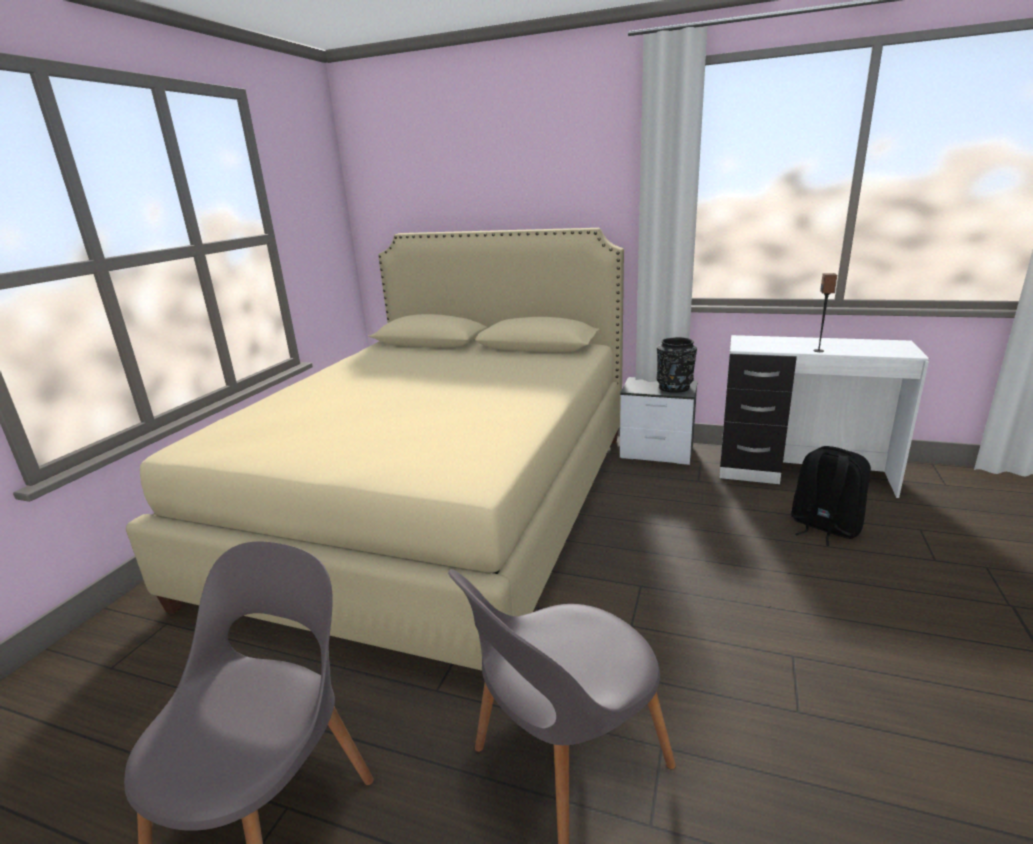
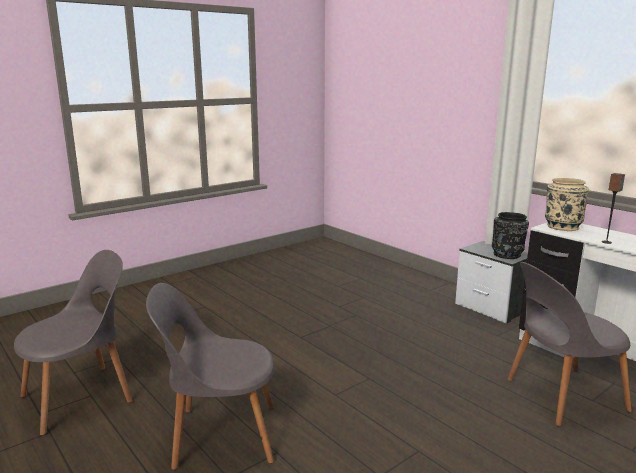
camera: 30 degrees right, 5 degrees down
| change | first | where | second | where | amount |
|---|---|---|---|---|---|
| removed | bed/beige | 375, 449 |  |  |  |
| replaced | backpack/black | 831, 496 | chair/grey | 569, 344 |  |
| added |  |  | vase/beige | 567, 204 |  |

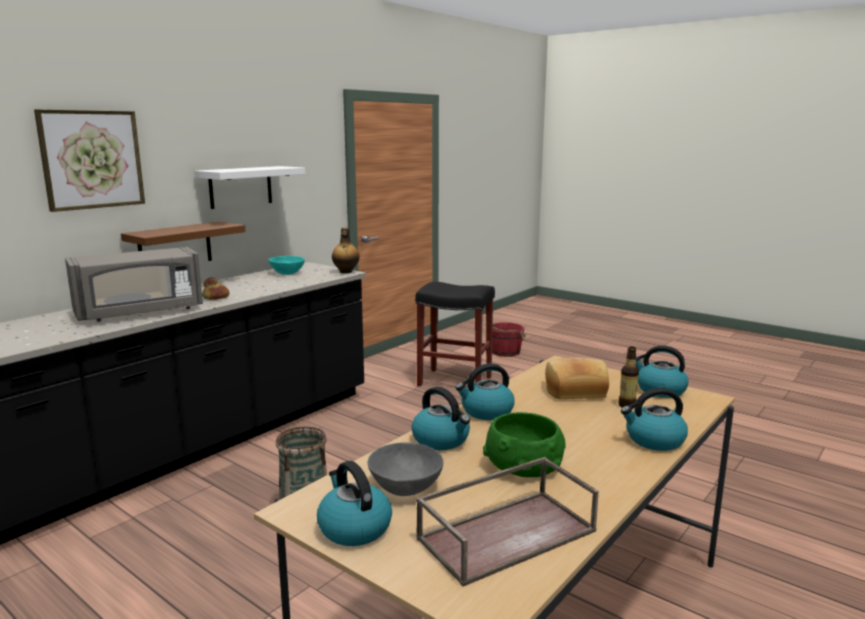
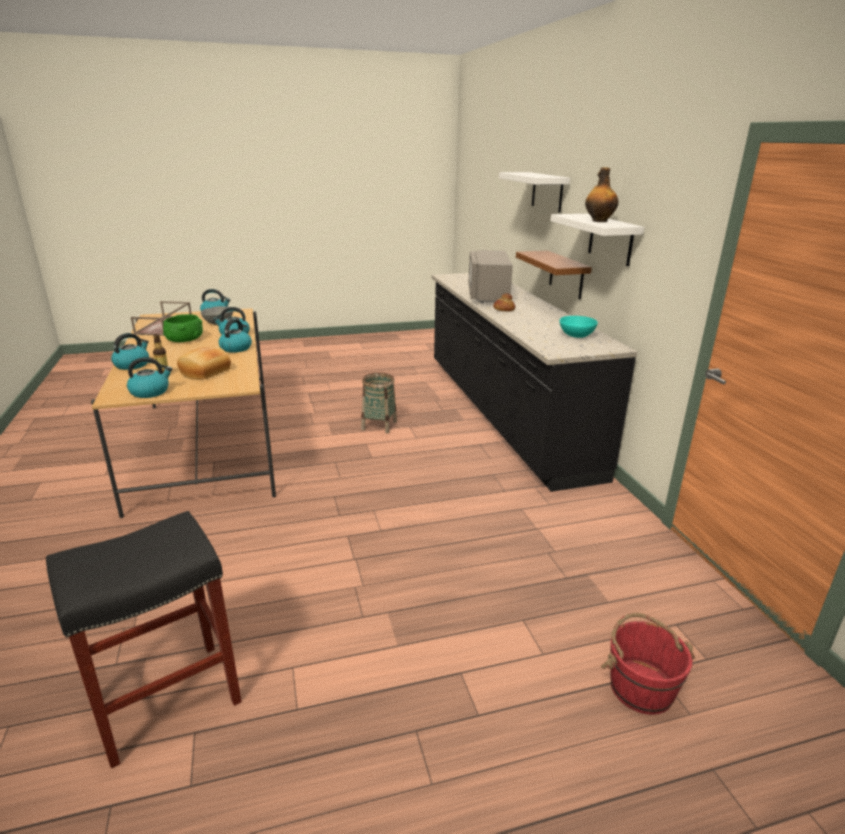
camera: 125 degrees right, 10 degrees up
| change | first | where | second | where | amount |
|---|---|---|---|---|---|
| replaced | picture | 89, 160 | shelf/white | 534, 192 |  |
| moved | bottle | 346, 250 |  | 601, 194 |  |
| moved | stool/black | 455, 334 |  | 144, 639 |  |

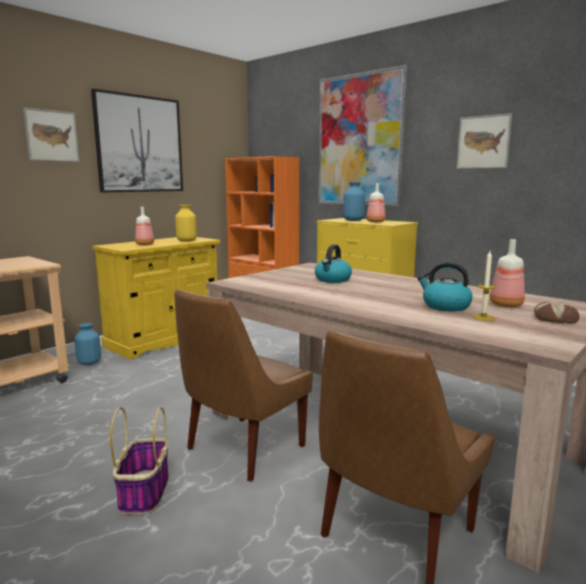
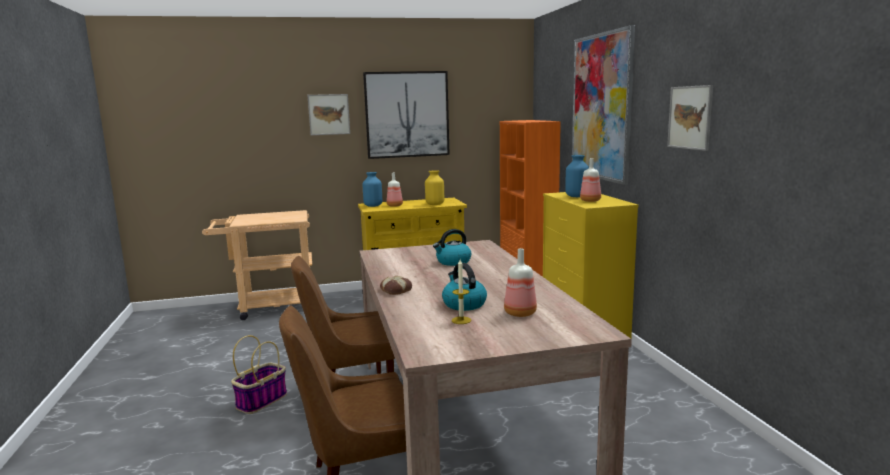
camera: 35 degrees right, 0 degrees up
| change | first | where | second | where | amount |
|---|---|---|---|---|---|
| moved | bread | 556, 312 |  | 396, 285 |  |
| moved | vase/blue | 88, 344 |  | 372, 189 |  |

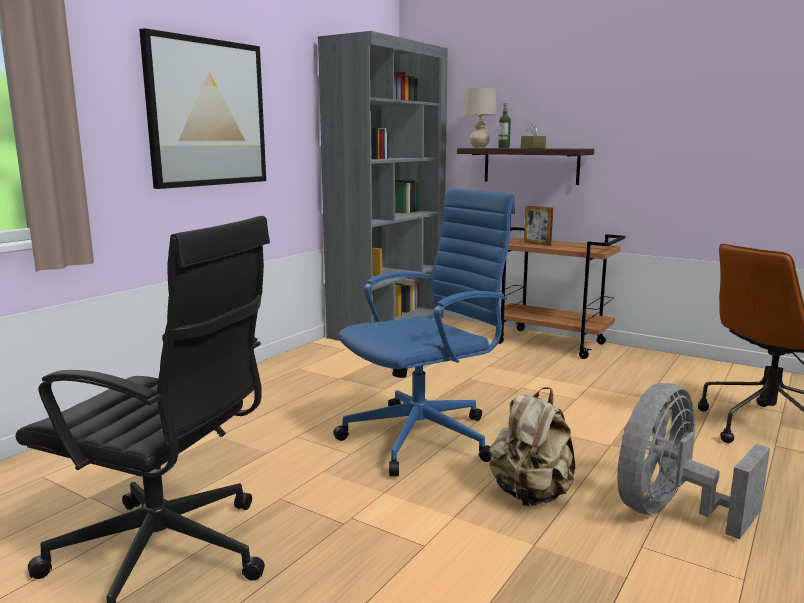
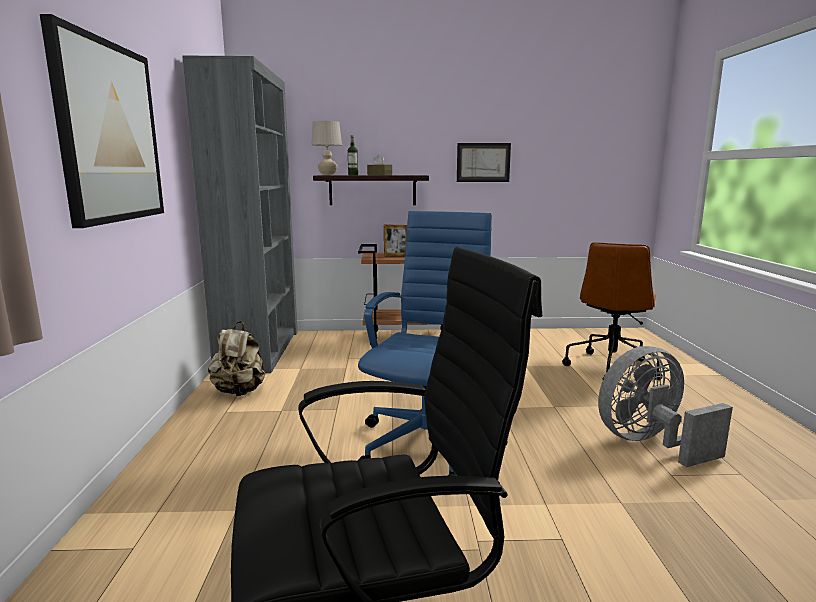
camera: 35 degrees left, 0 degrees up
| change | first | where | second | where | amount |
|---|---|---|---|---|---|
| turned | fan/grey | 693, 461 |  | 665, 406 | 60 degrees clockwise |
| moved | backpack/beige | 532, 446 |  | 236, 358 |  |
| added |  |  | picture | 484, 162 |  |

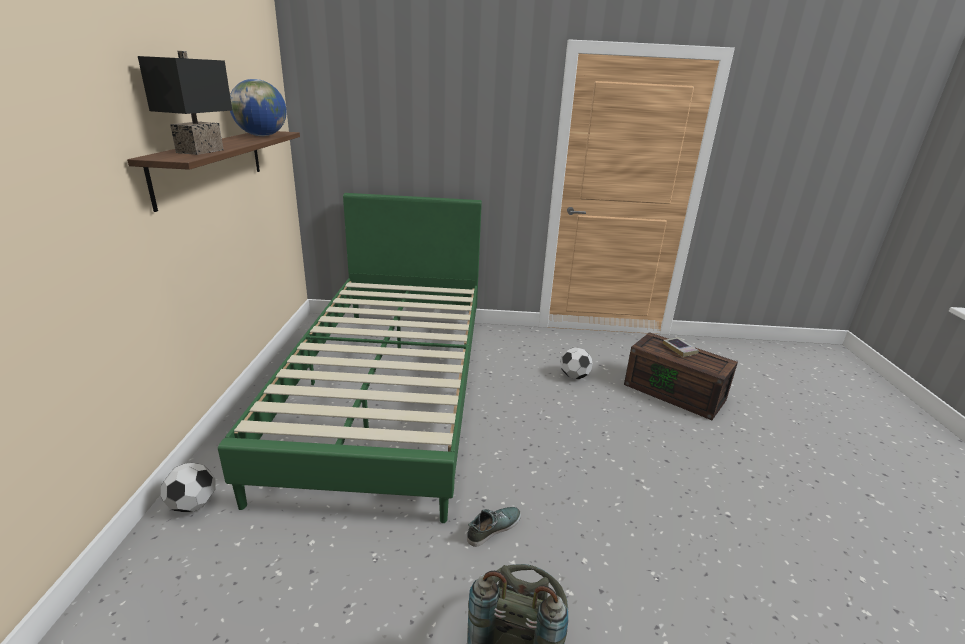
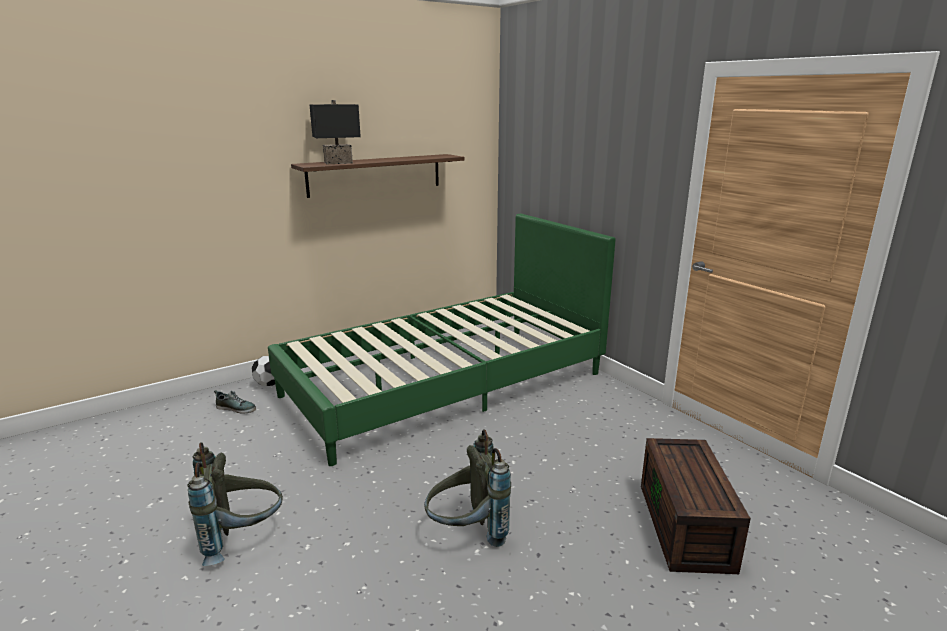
camera: 55 degrees right, 5 degrees down
| change | first | where | second | where | amount |
|---|---|---|---|---|---|
| removed | globe | 258, 107 |  |  |  |
| removed | book | 681, 347 |  |  |  |
| removed | football | 576, 363 |  |  |  |
| moved | shoe | 494, 527 |  | 235, 401 |  |
| added |  |  | backpack/grey | 467, 488 |  |

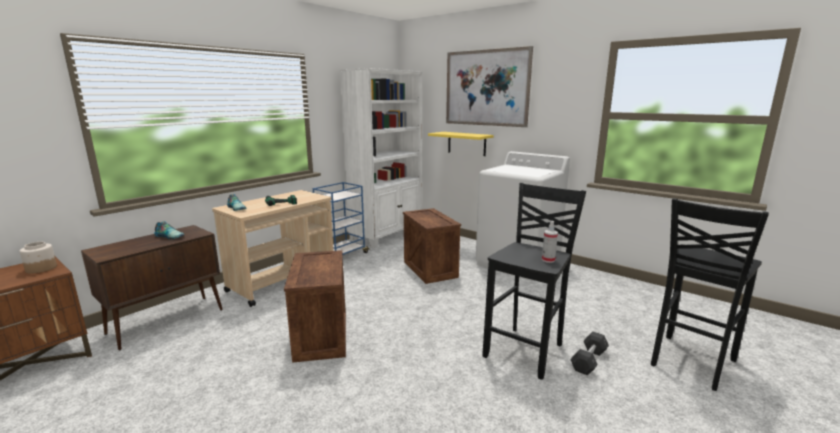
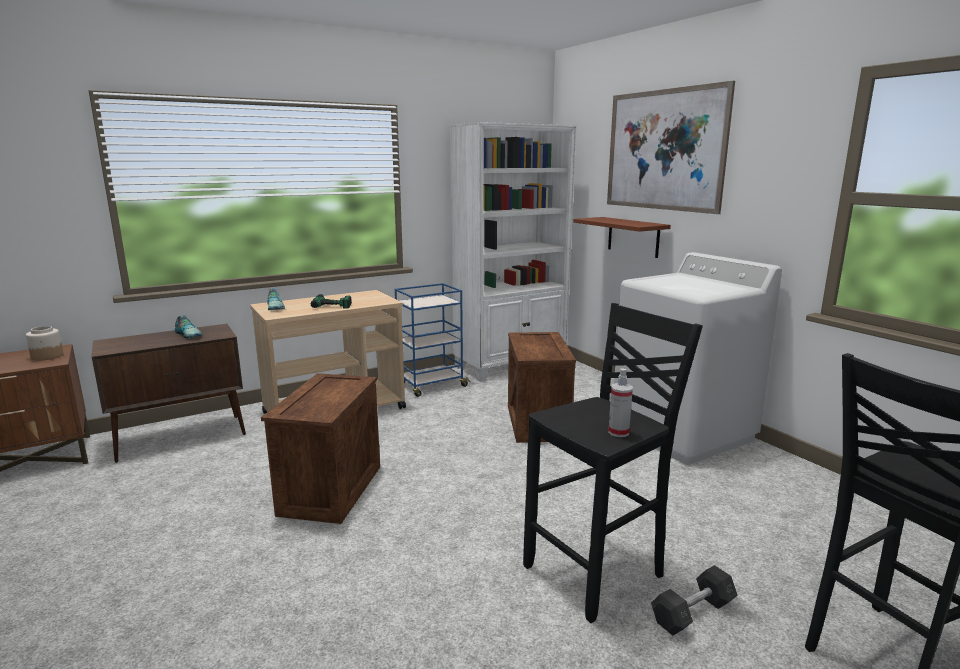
camera: 20 degrees right, 0 degrees up
| change | first | where | second | where | amount |
|---|---|---|---|---|---|
| recoloured | shelf/yellow | 461, 144 | shelf/brown | 622, 237 |  |

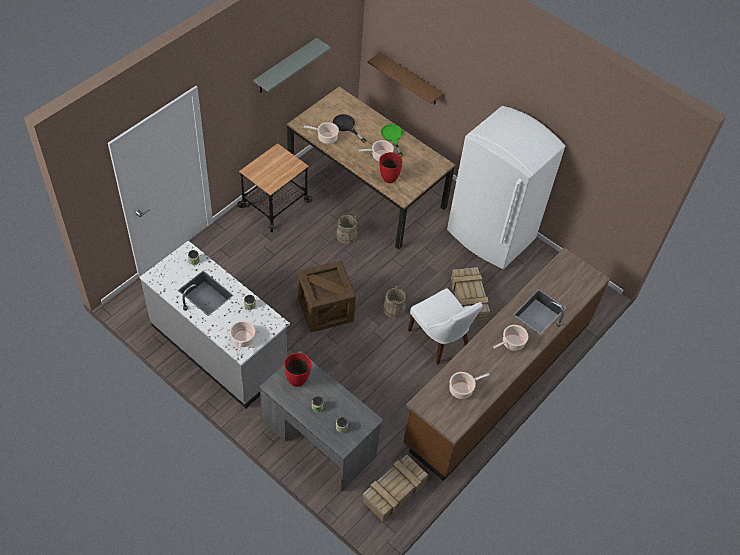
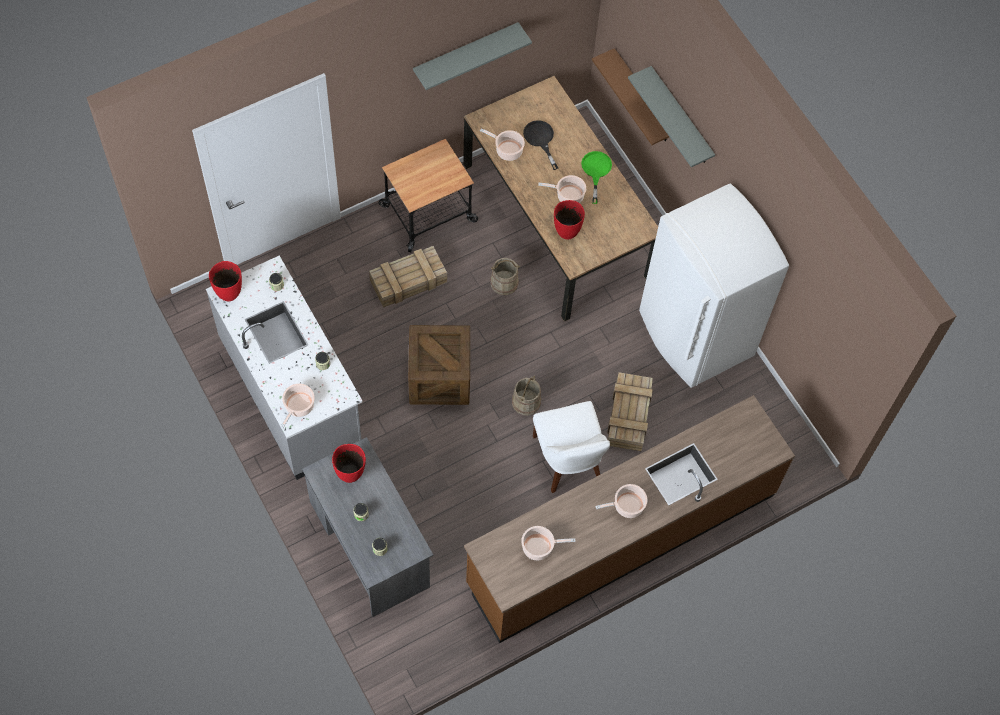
camera: 20 degrees right, 10 degrees up
| change | first | where | second | where | amount |
|---|---|---|---|---|---|
| moved | crate | 395, 488 |  | 408, 277 |  |
| added |  |  | shelf/grey | 671, 116 |  |
| added |  |  | vase/red | 225, 281 |  |

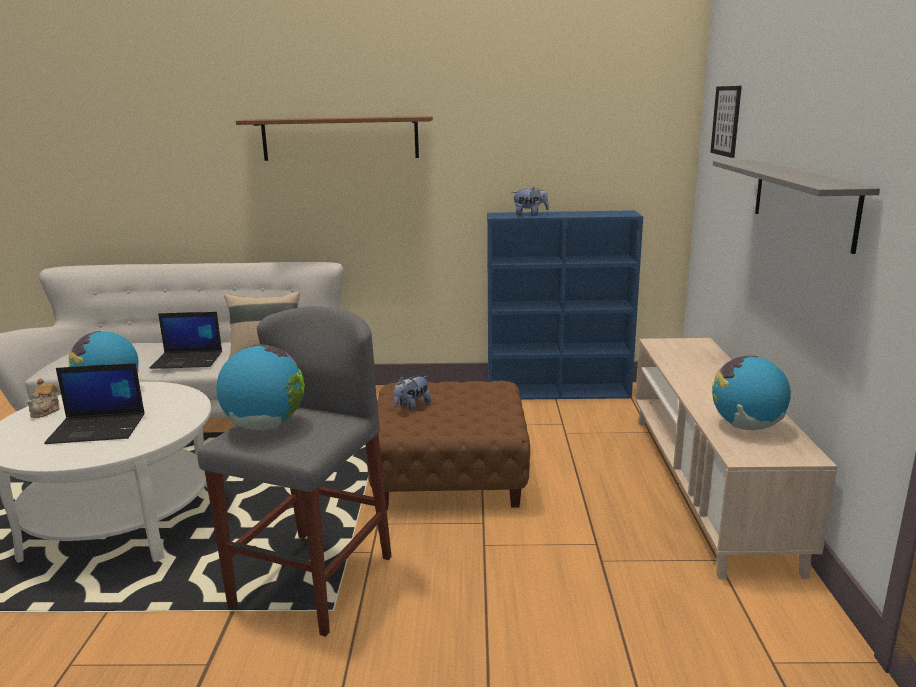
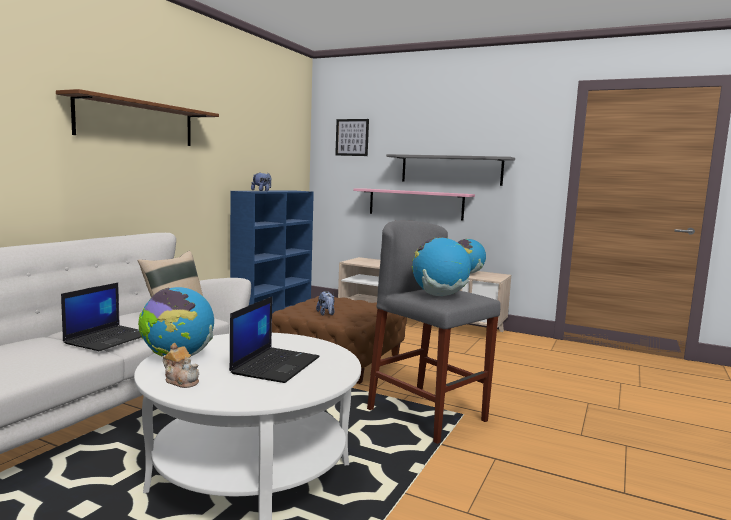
camera: 65 degrees left, 10 degrees down
| change | first | where | second | where | amount |
|---|---|---|---|---|---|
| added |  |  | shelf/pink | 414, 204 |  |

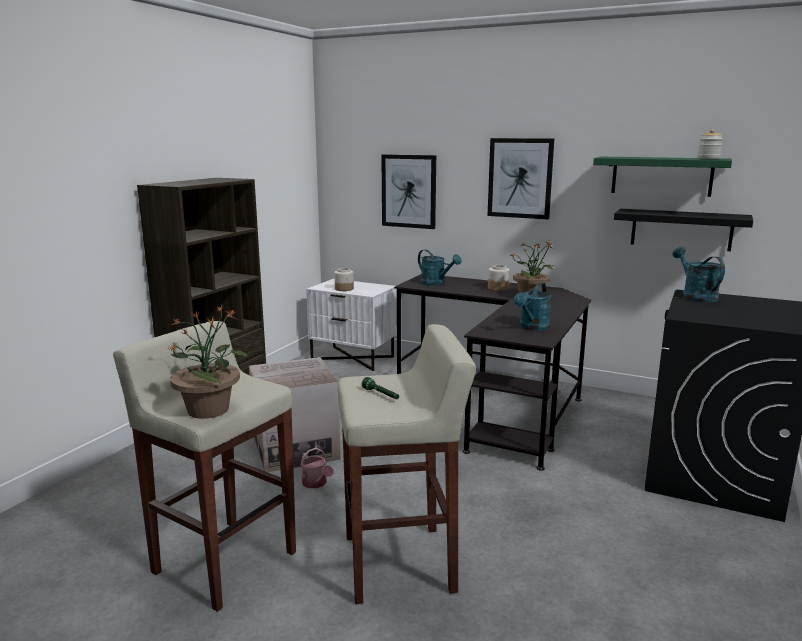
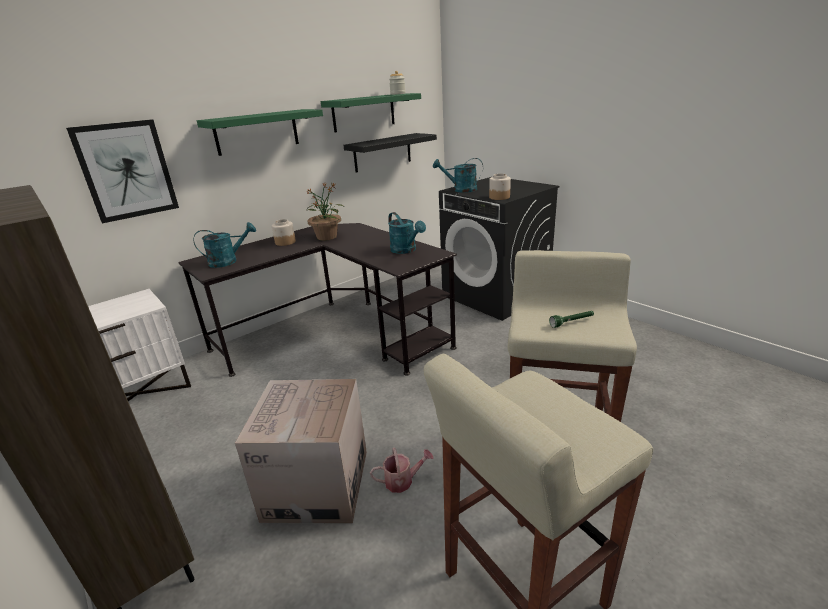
camera: 65 degrees left, 10 degrees up
| change | first | where | second | where | amount |
|---|---|---|---|---|---|
| replaced | picture | 520, 178 | shelf/green | 260, 132 |  |
| moved | jar | 344, 279 |  | 500, 187 |  |
| removed | potted plant | 207, 362 |  |  |  |

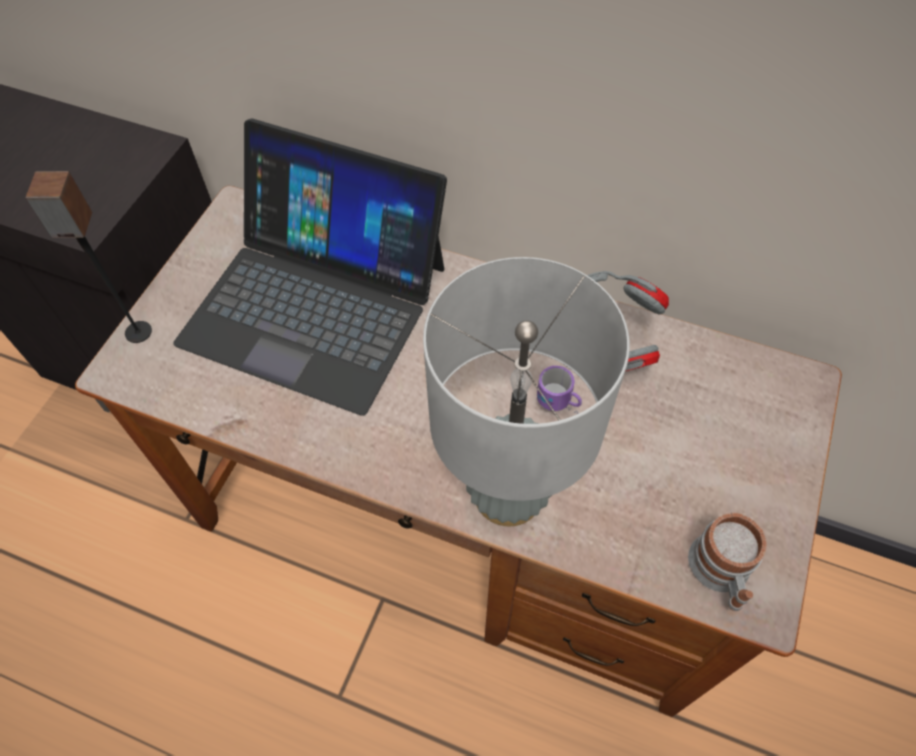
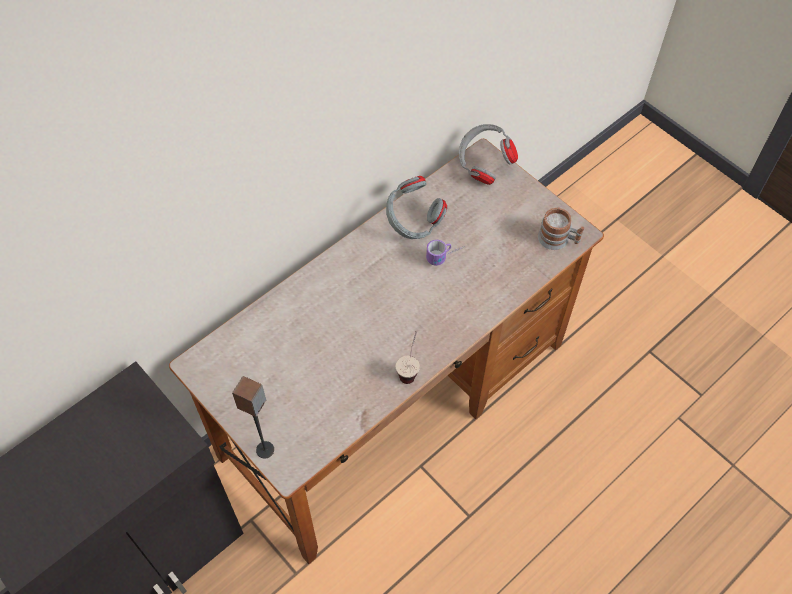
camera: 65 degrees left, 0 degrees up
| change | first | where | second | where | amount |
|---|---|---|---|---|---|
| removed | laptop | 310, 267 |  |  |  |
| removed | table lamp/grey | 526, 391 |  |  |  |
| added |  |  | headphones/grey | 488, 154 |  |
| added |  |  | cup | 408, 357 |  |

